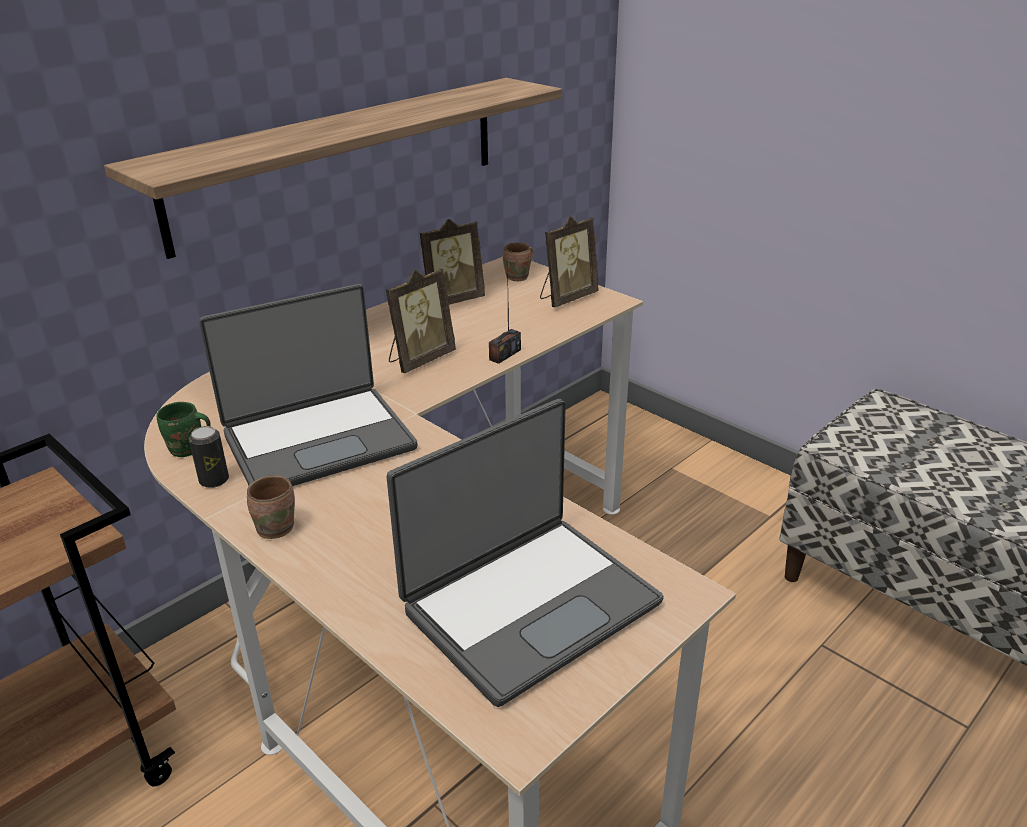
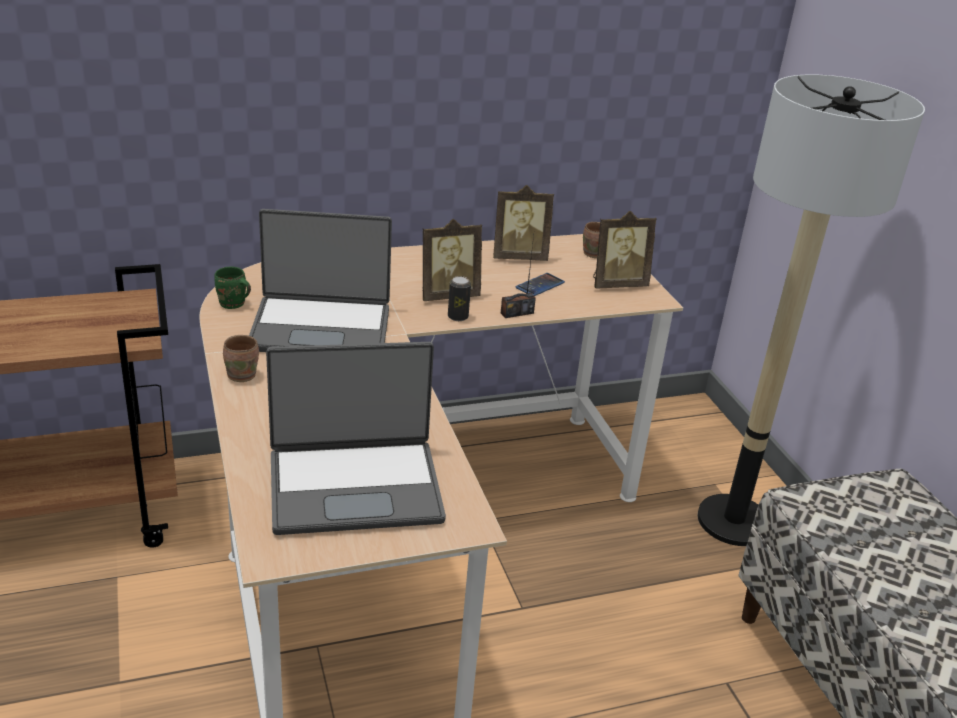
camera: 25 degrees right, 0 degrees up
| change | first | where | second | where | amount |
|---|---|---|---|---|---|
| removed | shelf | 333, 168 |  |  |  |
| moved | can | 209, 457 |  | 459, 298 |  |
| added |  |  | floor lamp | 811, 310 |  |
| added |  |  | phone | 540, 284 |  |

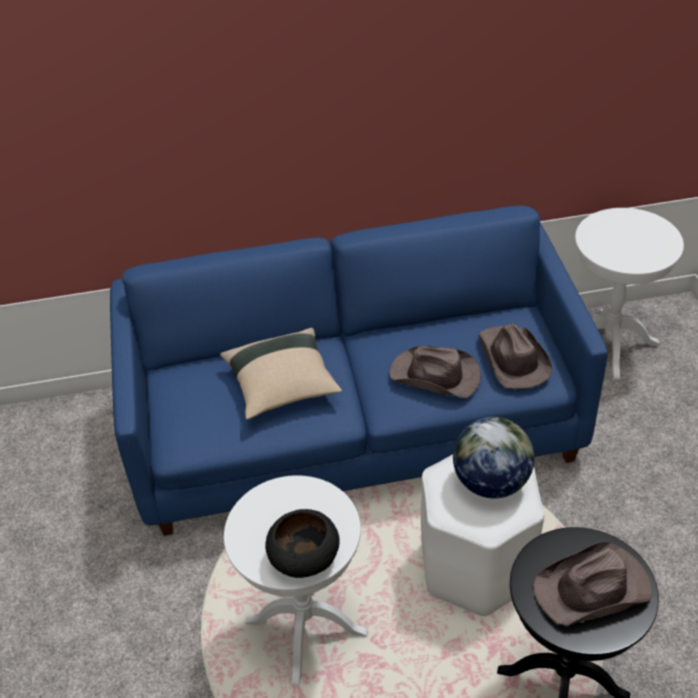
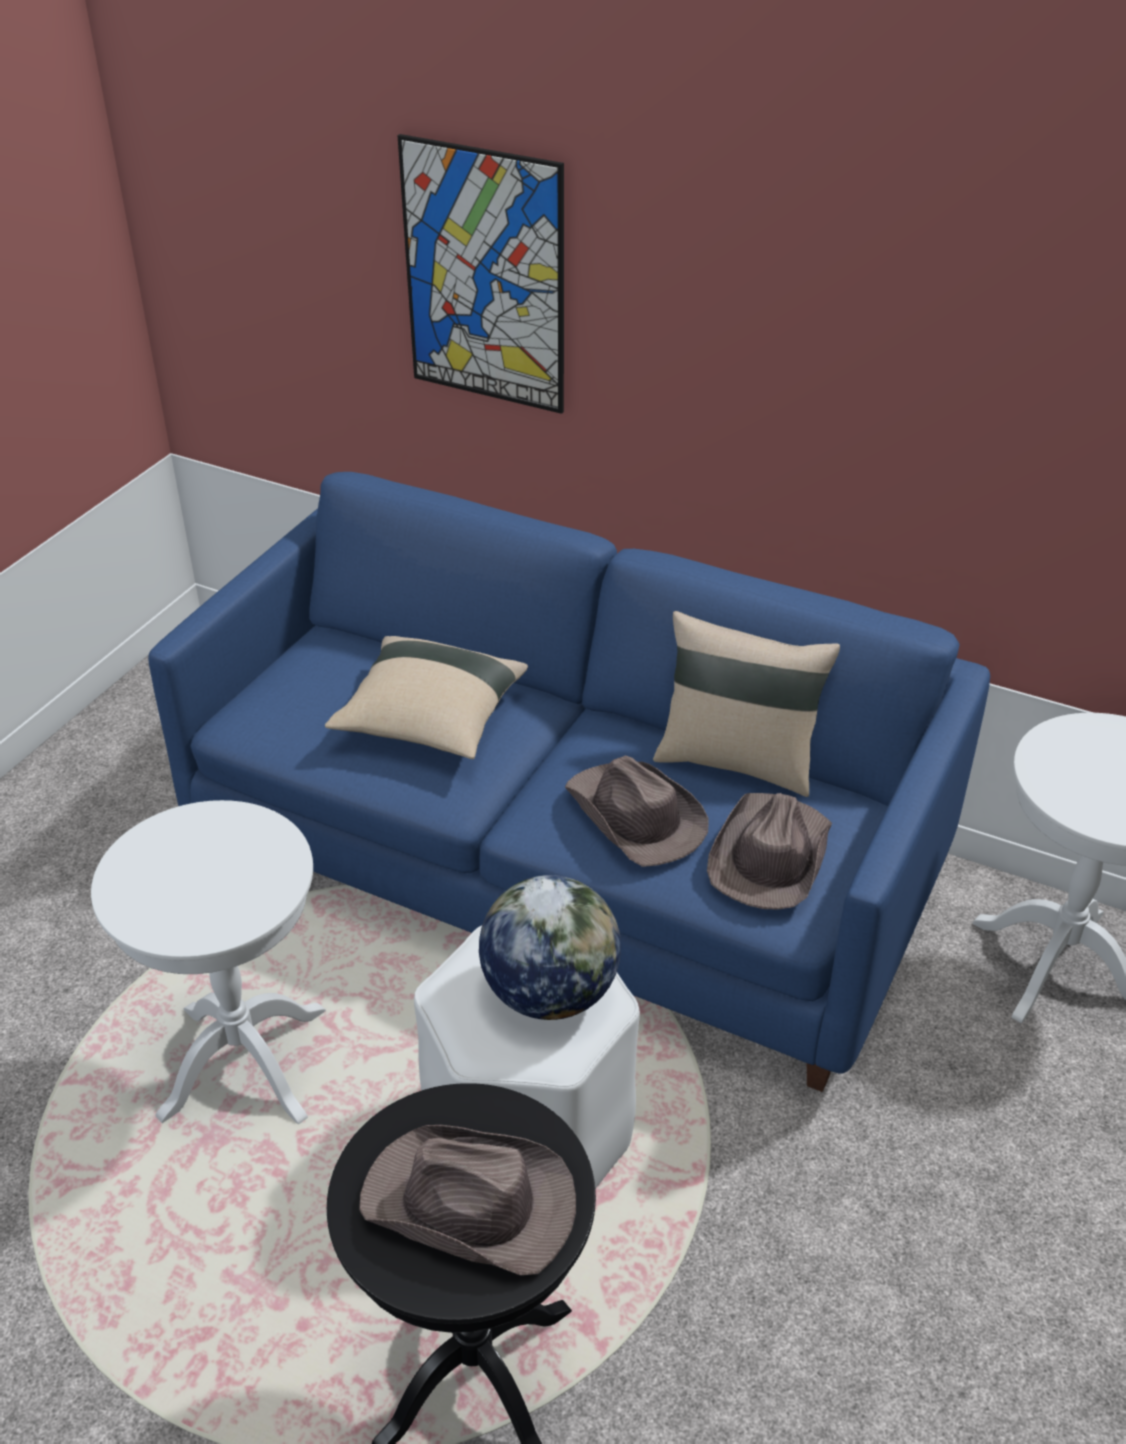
camera: 35 degrees right, 5 degrees down
| change | first | where | second | where | amount |
|---|---|---|---|---|---|
| removed | bowl/black | 302, 543 |  |  |  |
| added |  |  | picture | 480, 274 |  |
| added |  |  | pillow/beige | 746, 704 |  |

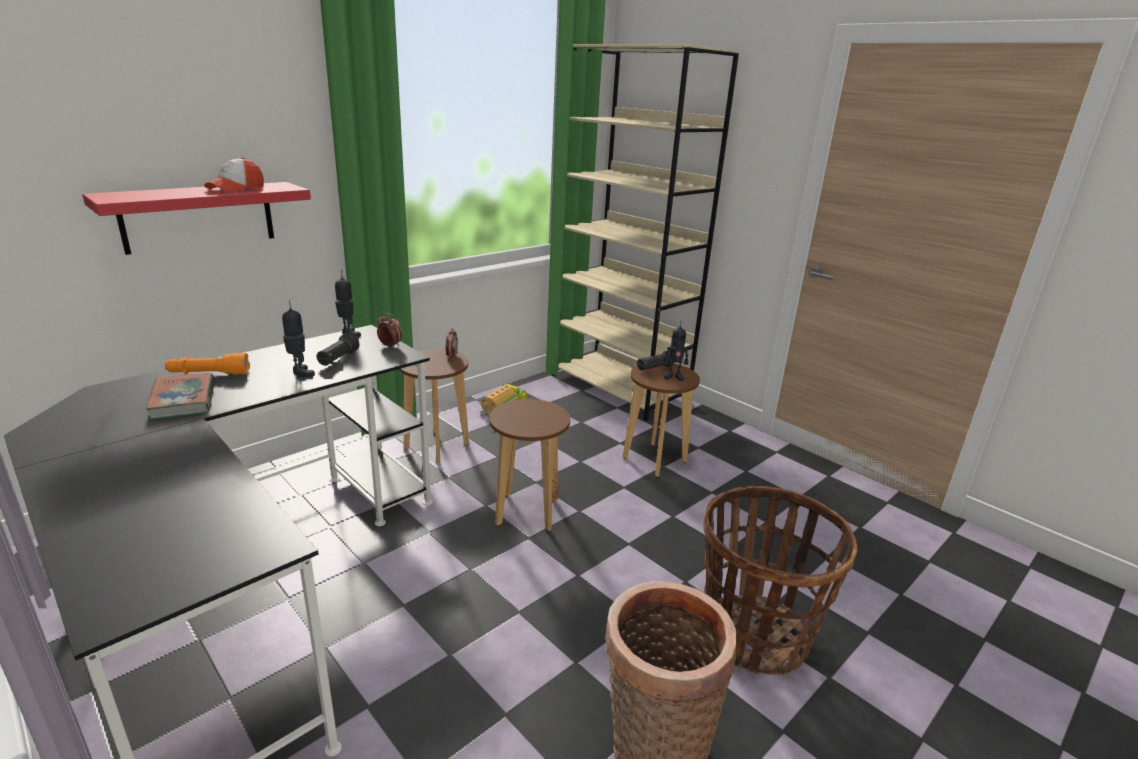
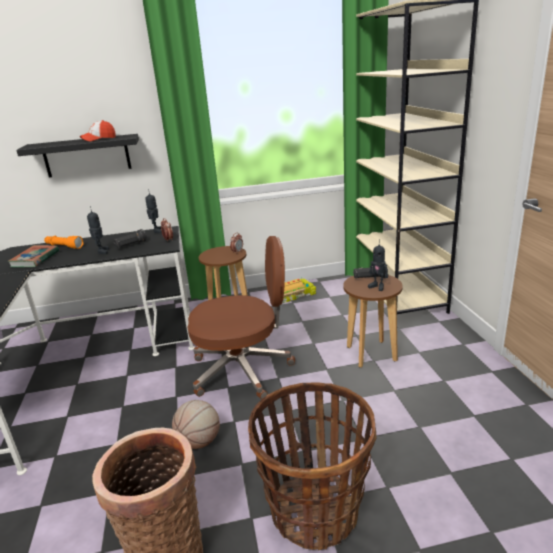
camera: 35 degrees right, 0 degrees up
| change | first | where | second | where | amount |
|---|---|---|---|---|---|
| recoloured | shelf/red | 196, 218 | shelf/black | 77, 155 |  |
| replaced | stool/brown | 529, 465 | office chair/brown | 241, 317 |  |
| added |  |  | basketball | 196, 424 |  |

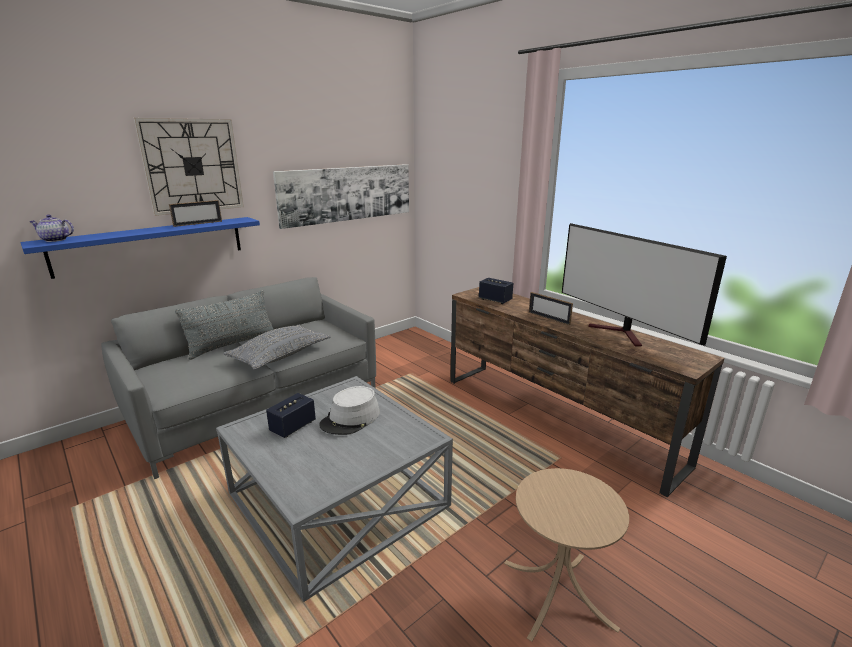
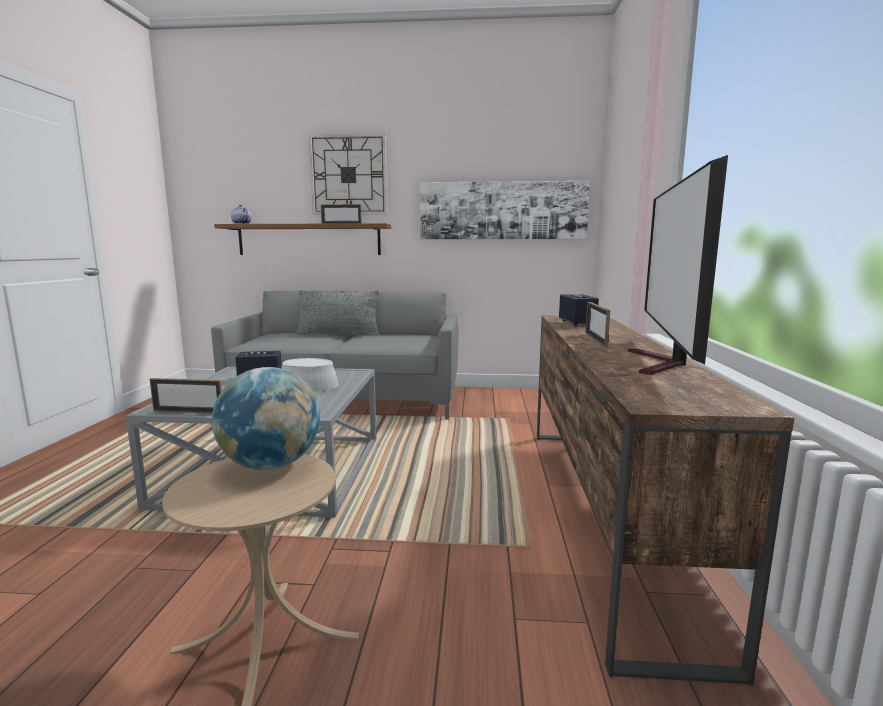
camera: 45 degrees right, 10 degrees down
| change | first | where | second | where | amount |
|---|---|---|---|---|---|
| recoloured | shelf/blue | 140, 248 | shelf/brown | 302, 239 |  |
| removed | pillow/grey | 277, 347 |  |  |  |
| added |  |  | globe | 266, 418 |  |
| added |  |  | picture frame | 186, 396 |  |

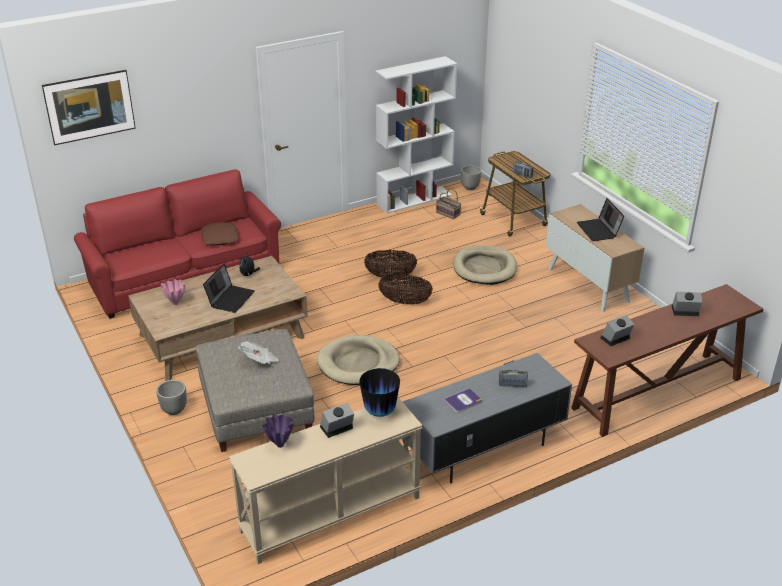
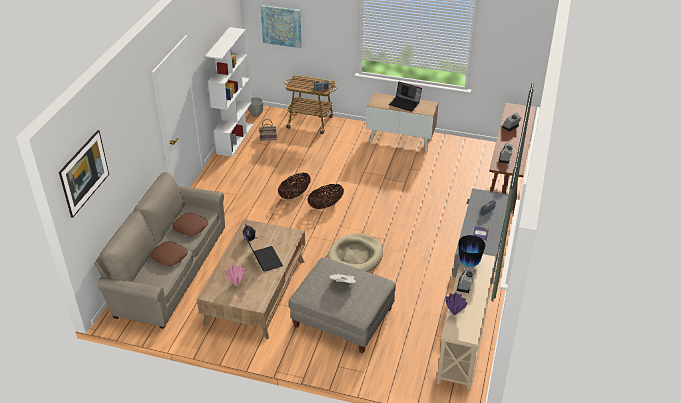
camera: 45 degrees left, 5 degrees up
| change | first | where | second | where | amount |
|---|---|---|---|---|---|
| recoloured | sofa/red | 177, 244 | sofa/beige | 159, 250 |  |
| removed | dog bed/beige | 485, 265 |  |  |  |
| removed | planter | 171, 397 |  |  |  |
| added |  |  | picture | 281, 26 |  |
| added |  |  | pillow/brown | 169, 254 |  |

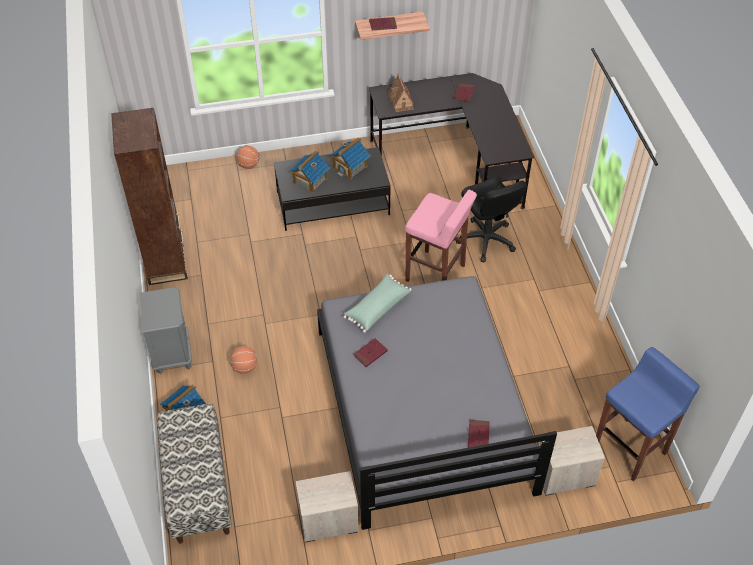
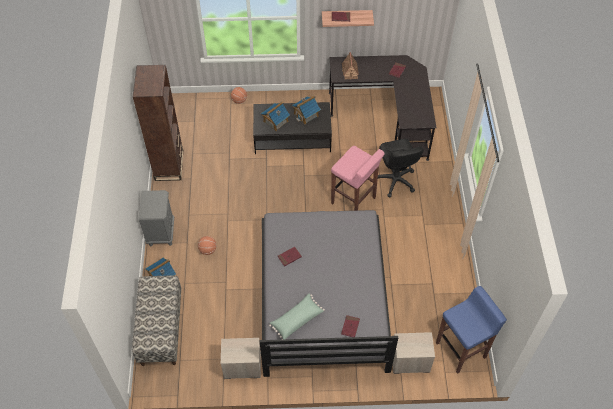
camera: 10 degrees right, 5 degrees up
| change | first | where | second | where | amount |
|---|---|---|---|---|---|
| moved | pillow/green | 378, 303 |  | 297, 317 |  |

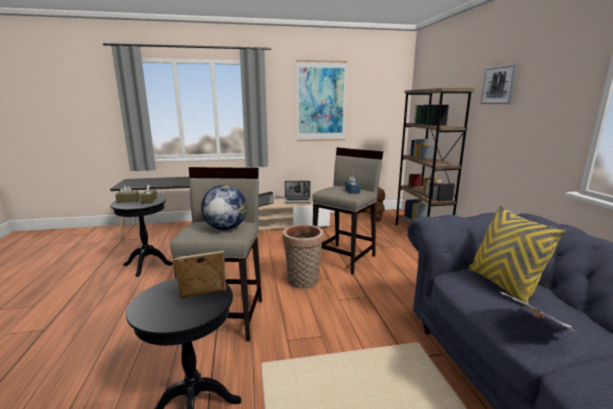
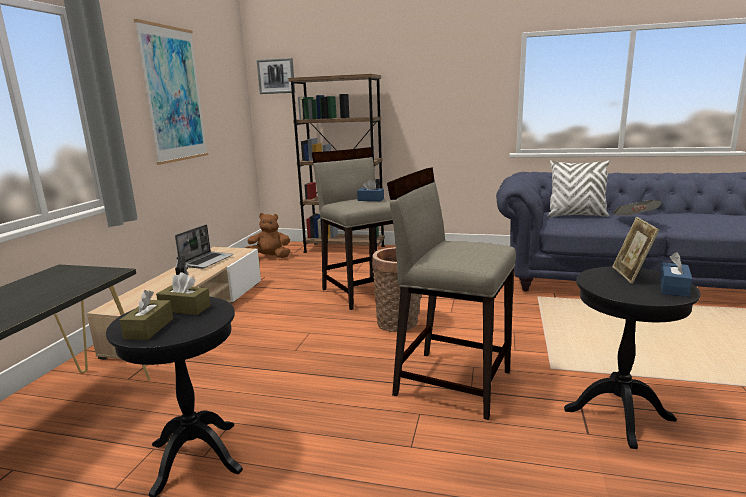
camera: 65 degrees left, 0 degrees up
| change | first | where | second | where | amount |
|---|---|---|---|---|---|
| moved | picture | 499, 83 |  | 276, 76 |  |
| removed | globe | 224, 207 |  |  |  |
| recoloured | pillow/yellow | 517, 255 | pillow/white | 578, 188 |  |
| added |  |  | tissue box/blue | 676, 274 |  |

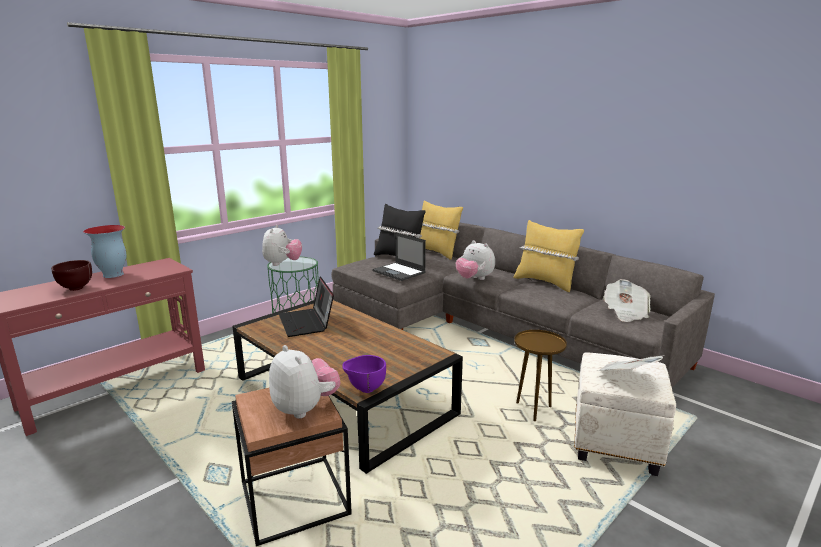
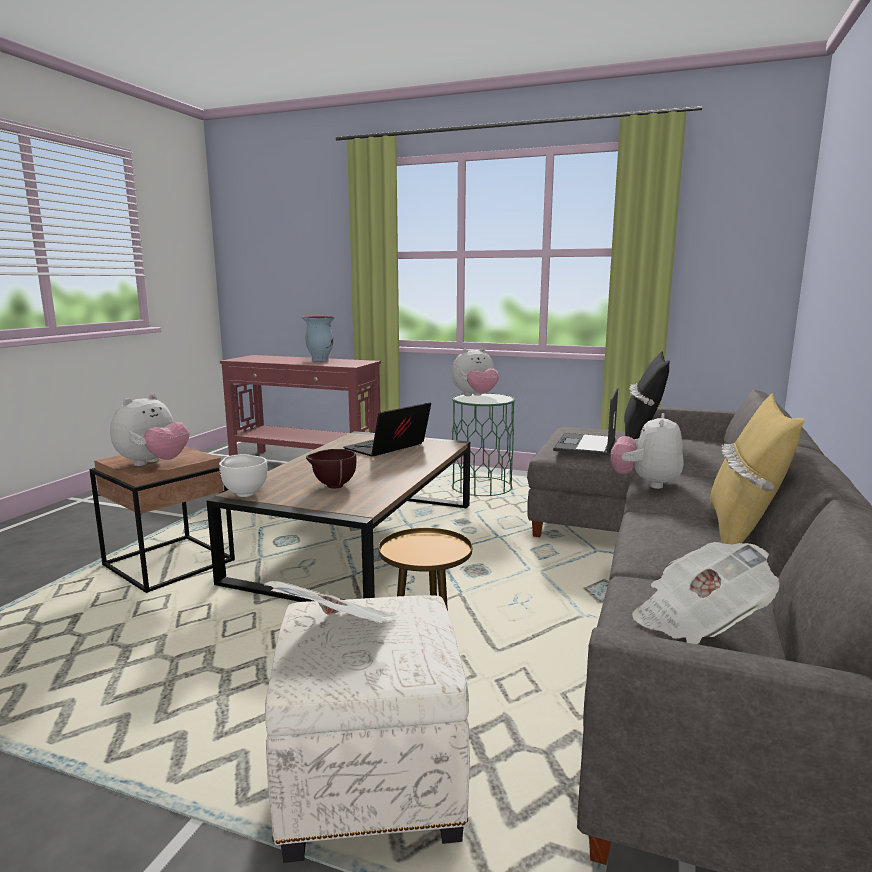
camera: 65 degrees right, 5 degrees down
| change | first | where | second | where | amount |
|---|---|---|---|---|---|
| removed | pillow/yellow | 441, 230 |  |  |  |
| moved | bowl/brown | 71, 275 |  | 331, 469 |  |
| recoloured | bowl/purple | 364, 374 | bowl/white | 243, 475 |  |

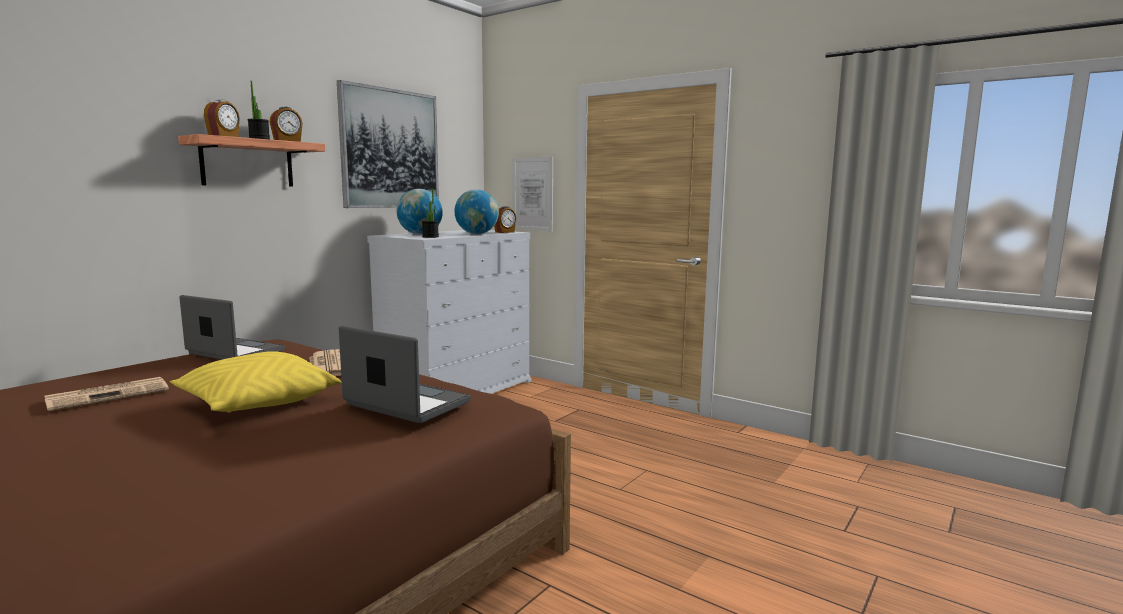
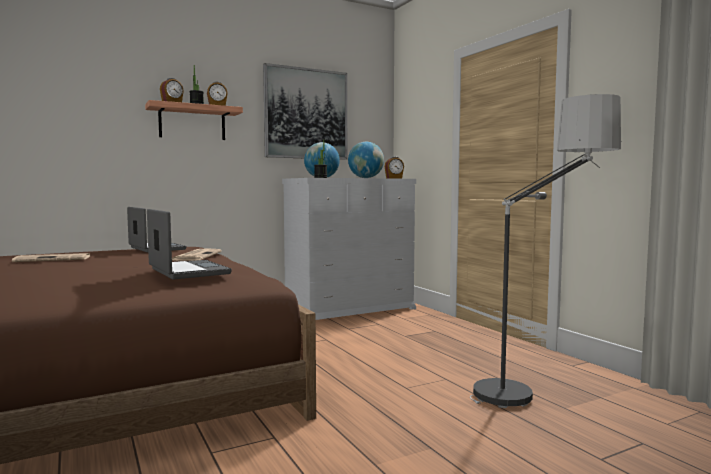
camera: 25 degrees right, 5 degrees down
| change | first | where | second | where | amount |
|---|---|---|---|---|---|
| removed | picture | 532, 194 |  |  |  |
| removed | pillow/yellow | 255, 382 |  |  |  |
| added |  |  | floor lamp | 545, 251 |  |

